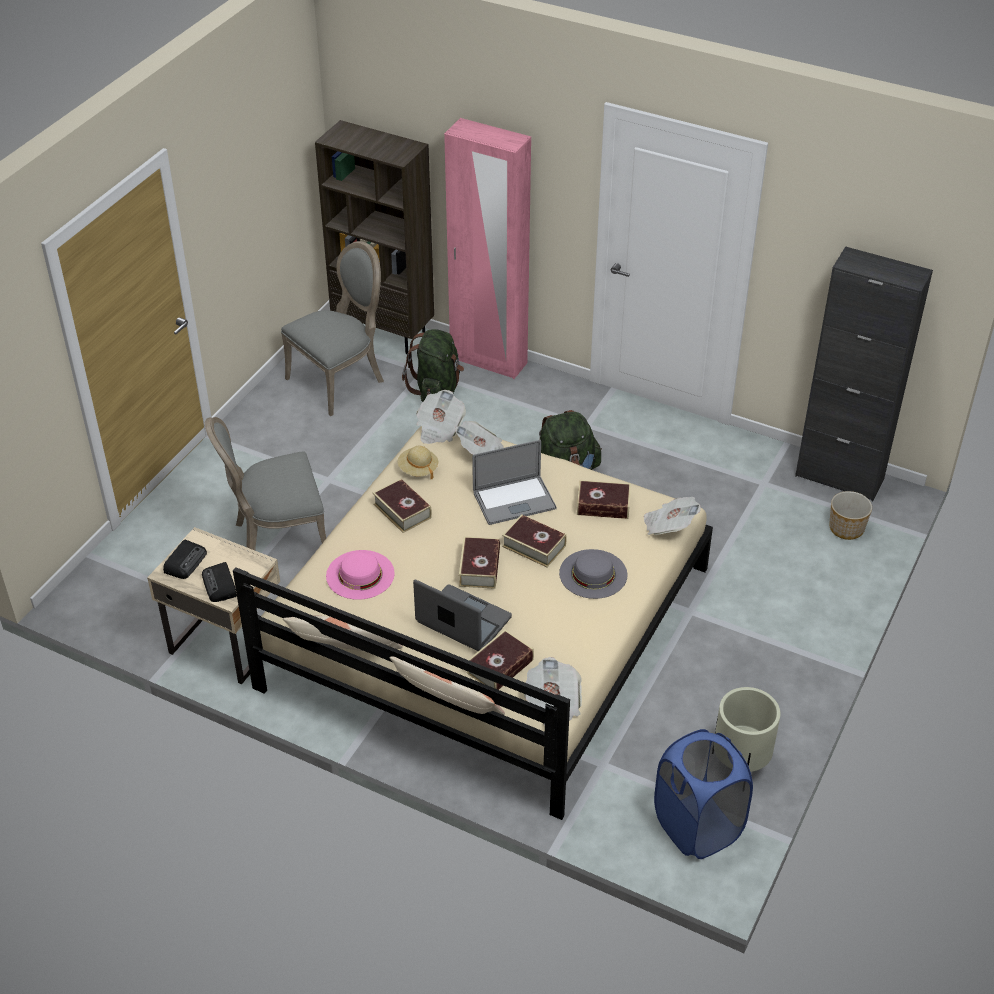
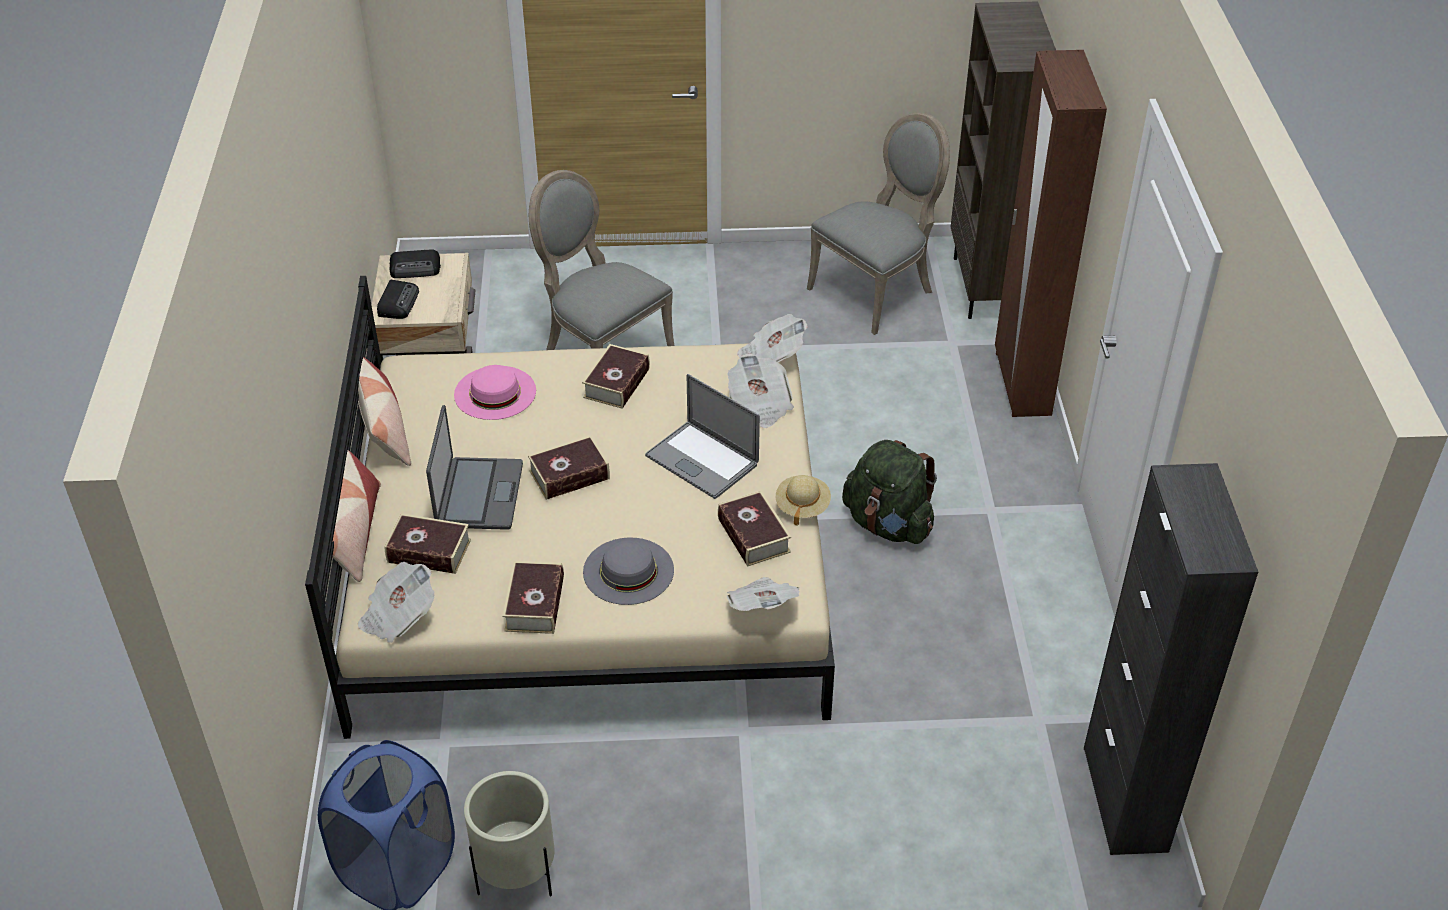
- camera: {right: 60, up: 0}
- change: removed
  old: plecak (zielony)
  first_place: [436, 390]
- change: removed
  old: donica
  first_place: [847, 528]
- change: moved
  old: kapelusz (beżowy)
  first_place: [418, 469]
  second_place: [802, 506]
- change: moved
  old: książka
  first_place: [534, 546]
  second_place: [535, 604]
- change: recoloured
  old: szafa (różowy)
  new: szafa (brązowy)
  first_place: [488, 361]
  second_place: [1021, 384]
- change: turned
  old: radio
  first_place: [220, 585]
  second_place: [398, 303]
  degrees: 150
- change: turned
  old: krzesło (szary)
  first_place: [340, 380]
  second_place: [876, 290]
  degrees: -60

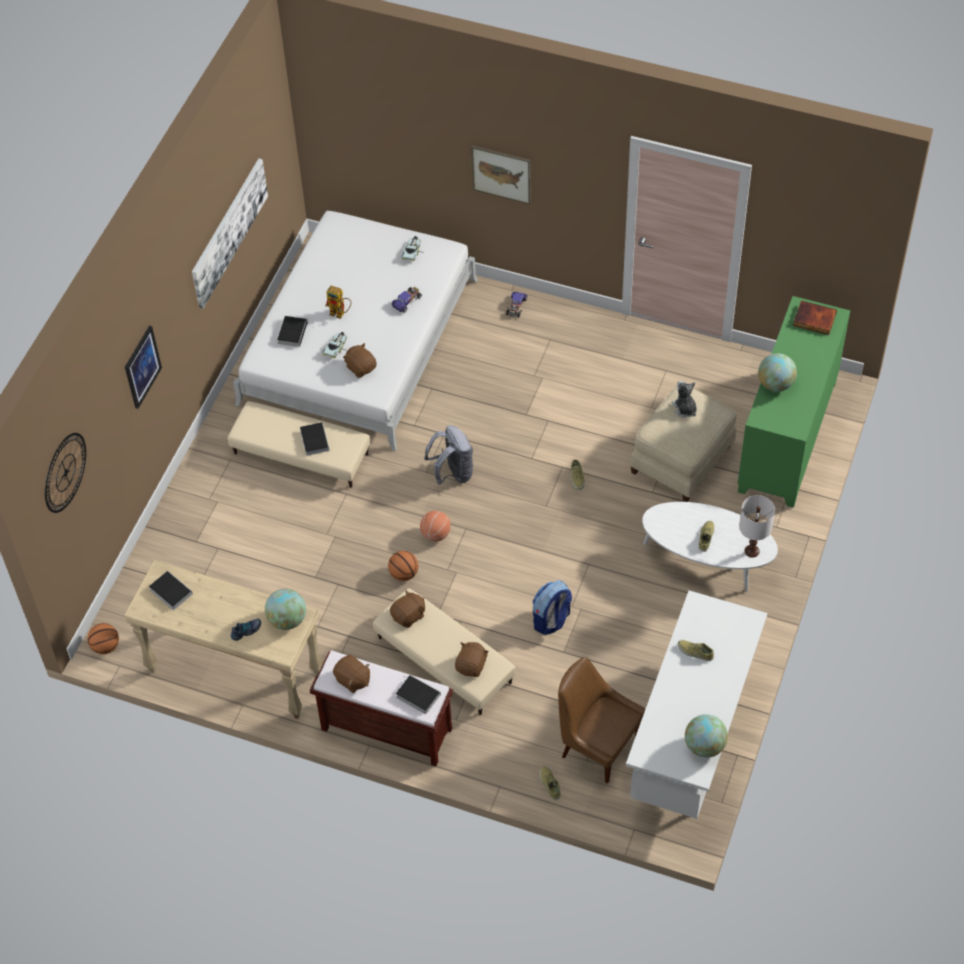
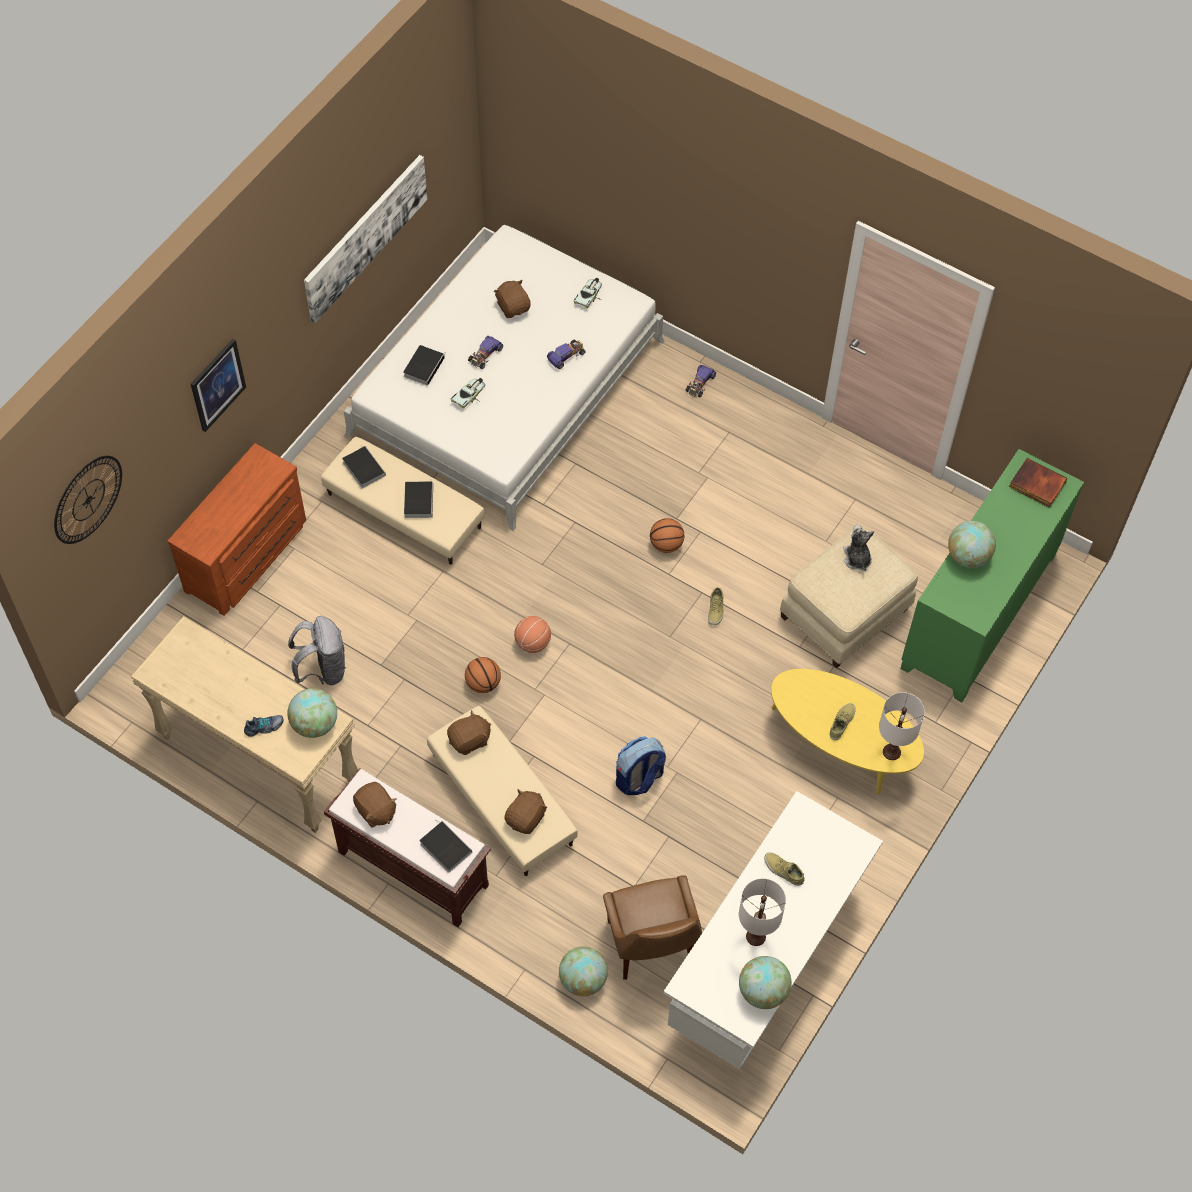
- camera: {right: 10, up: 5}
- change: removed
  old: obraz
  first_place: [501, 174]
- change: added
  new: komoda (brązowy)
  second_place: [248, 557]
- change: added
  new: lampa stołowa (biały)
  second_place: [756, 936]
- change: moved
  old: piłka do koszykówki
  first_place: [105, 646]
  second_place: [666, 544]
- change: moved
  old: książka
  first_place: [170, 591]
  second_place: [363, 468]
- change: moved
  old: pluszak (brązowy)
  first_place: [361, 367]
  second_place: [513, 307]
- change: moved
  old: plecak (szary)
  first_place: [452, 473]
  second_place: [323, 669]
- change: replaced
  old: robot zabawkowy
  new: samochodzik
  first_place: [340, 313]
  second_place: [485, 354]
- change: replaced
  old: but (beżowy)
  new: globus
  first_place: [549, 784]
  second_place: [583, 980]
- change: recoloured
  old: ława (biały)
  new: ława (żółty)
  first_place: [706, 562]
  second_place: [840, 747]
- change: turned
  old: krzesło (brązowy)
  first_place: [597, 746]
  second_place: [651, 945]
  degrees: -150

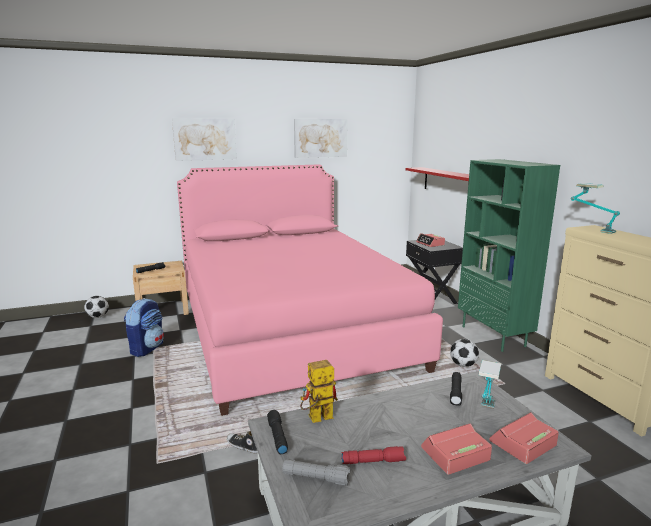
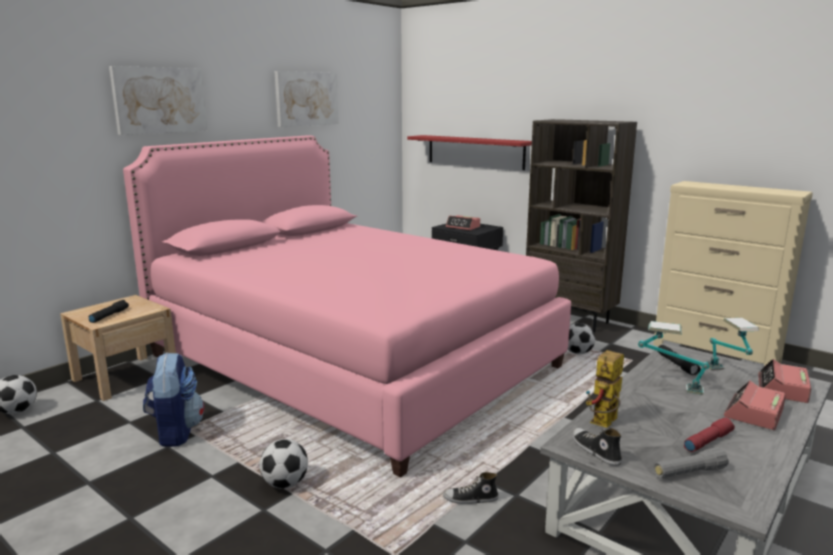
- camera: {right: -30, up: 0}
- change: added
  new: piłka futbolowa
  second_place: [285, 484]
- change: moved
  old: lampa stołowa
  first_place: [590, 229]
  second_place: [669, 386]
- change: replaced
  old: latarka (czarny)
  new: but
  first_place: [277, 436]
  second_place: [595, 451]
- change: recoloured
  old: regał (zielony)
  new: regał (brązowy)
  first_place: [494, 336]
  second_place: [570, 319]

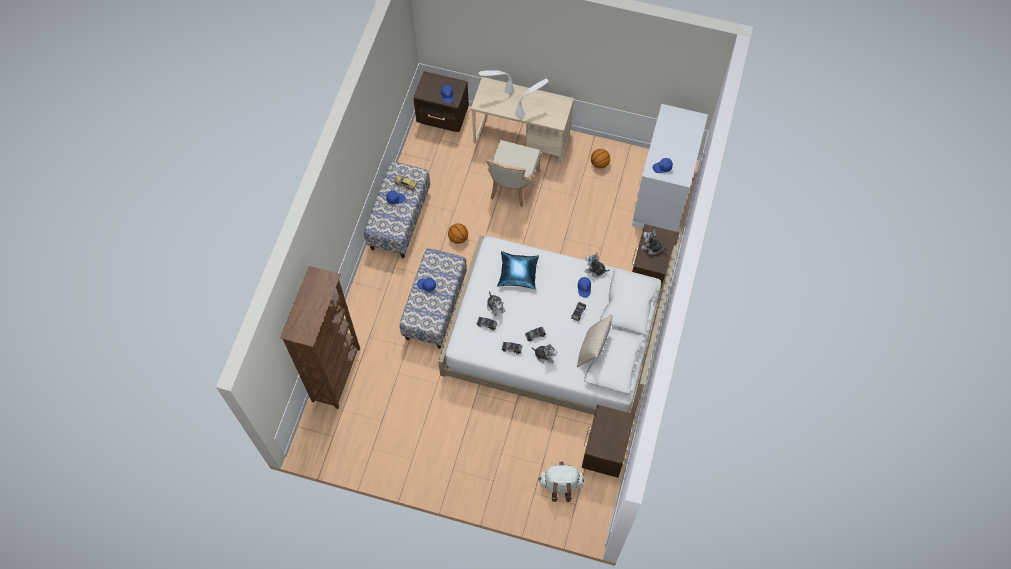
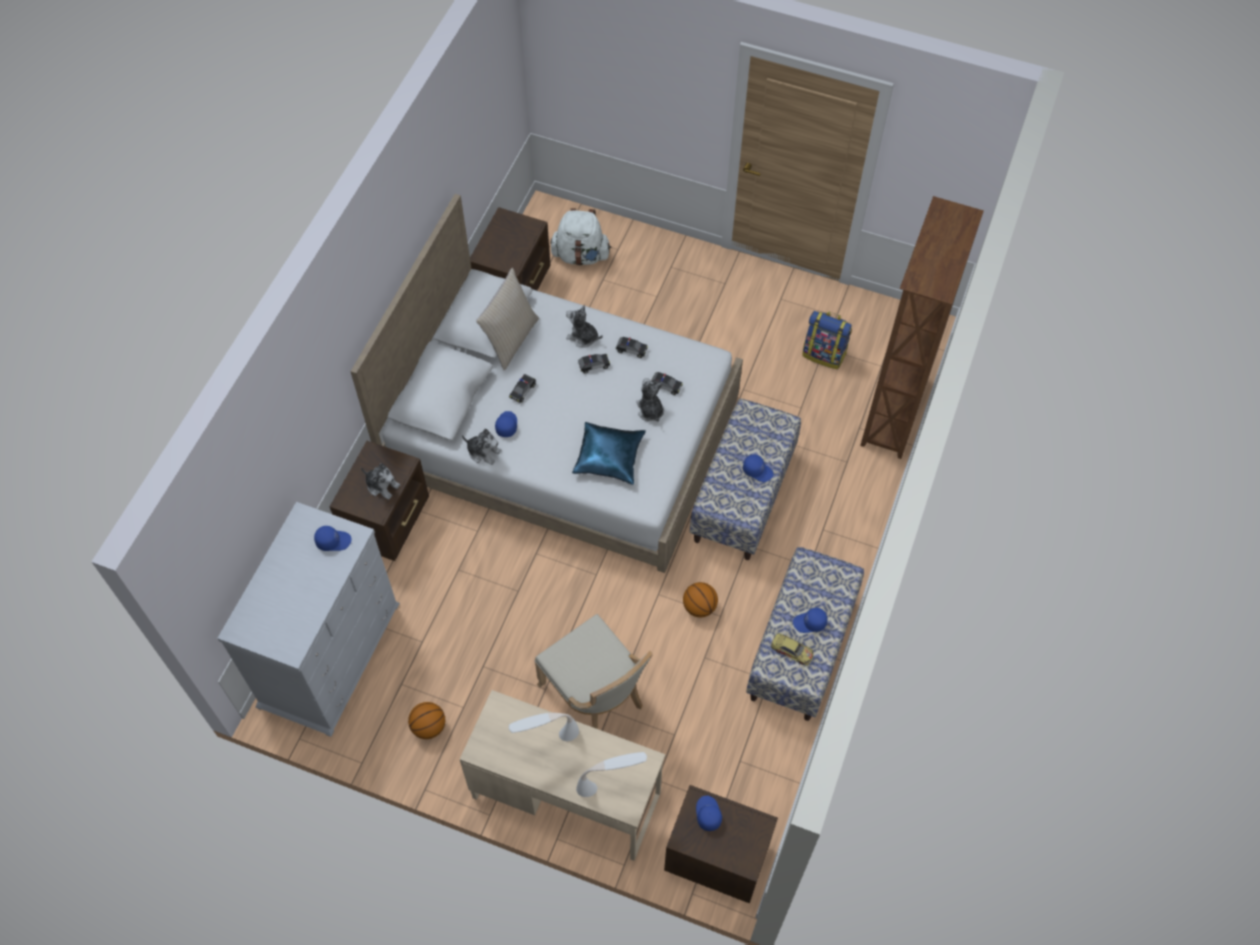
- camera: {right: -175, up: -5}
- change: added
  new: plecak
  second_place: [824, 354]
- change: turned
  old: krzesło (beżowy)
  first_place: [512, 186]
  second_place: [596, 696]
  degrees: 120

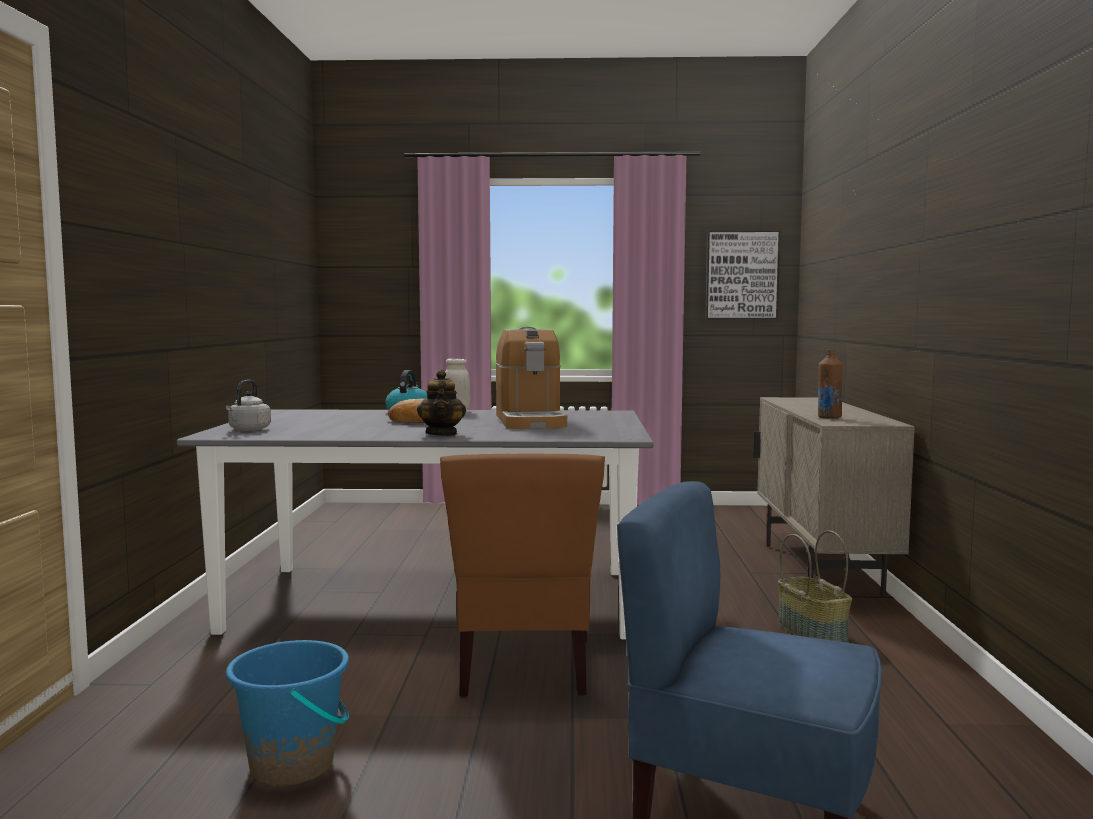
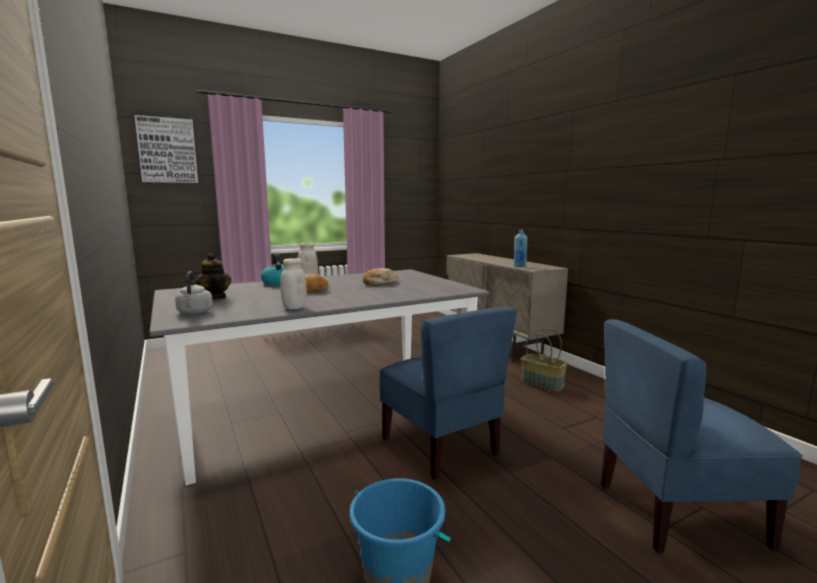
- camera: {right: -30, up: 5}
- change: added
  new: słoik (biały)
  second_place: [294, 307]
- change: moved
  old: imbryk
  first_place: [442, 434]
  second_place: [215, 297]
- change: moved
  old: obraz
  first_place: [741, 275]
  second_place: [167, 150]
- change: replaced
  old: ekspres do kawy
  new: chleb
  first_place: [530, 421]
  second_place: [380, 283]
- change: recoloured
  old: krzesło (brązowy)
  new: krzesło (niebieski)
  first_place: [523, 668]
  second_place: [441, 446]
- change: recoloured
  old: butelka (brązowy)
  new: butelka (niebieski)
  first_place: [829, 417]
  second_place: [519, 266]

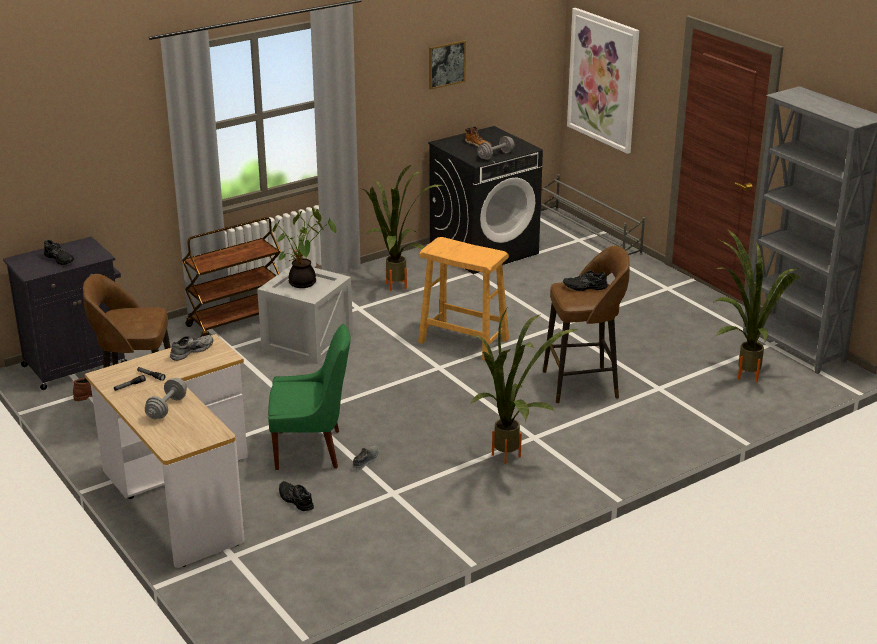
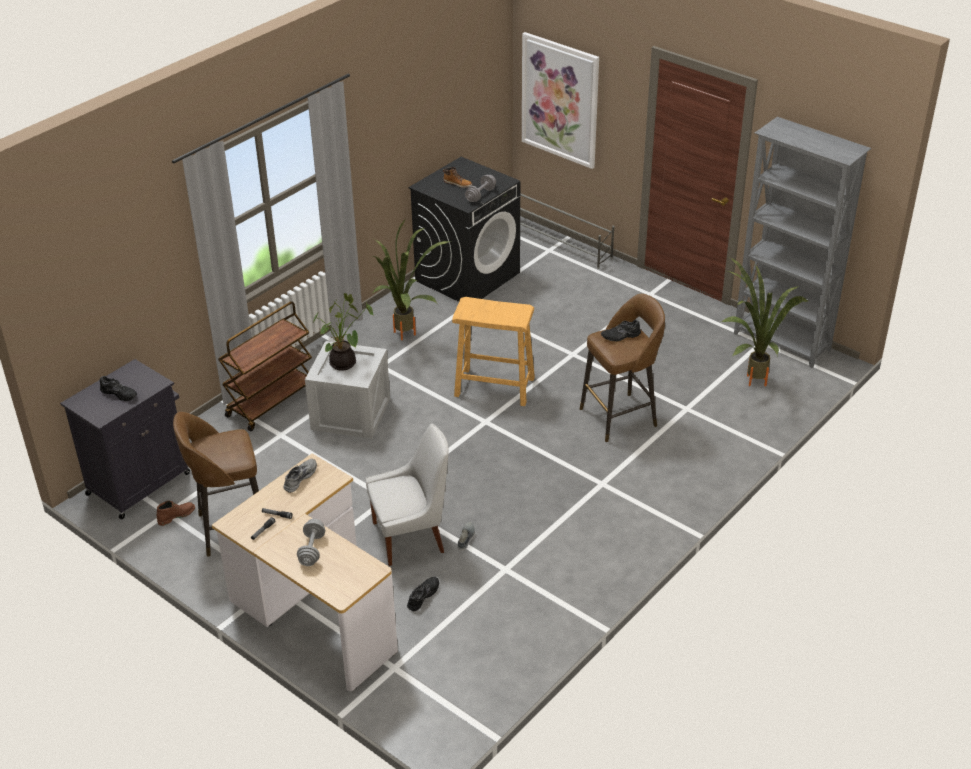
- camera: {right: -15, up: 10}
- change: removed
  old: obraz
  first_place: [446, 64]
- change: removed
  old: roślina doniczkowa
  first_place: [509, 460]
- change: recoloured
  old: krzesło (zielony)
  new: krzesło (biały)
  first_place: [311, 450]
  second_place: [411, 537]
- change: turned
  old: but (czarny)
  first_place: [295, 500]
  second_place: [422, 595]
  degrees: 90

